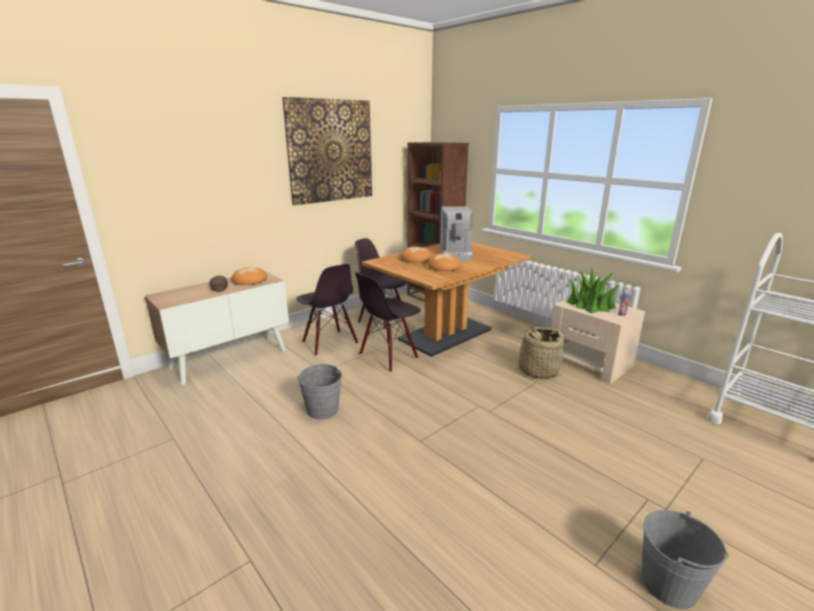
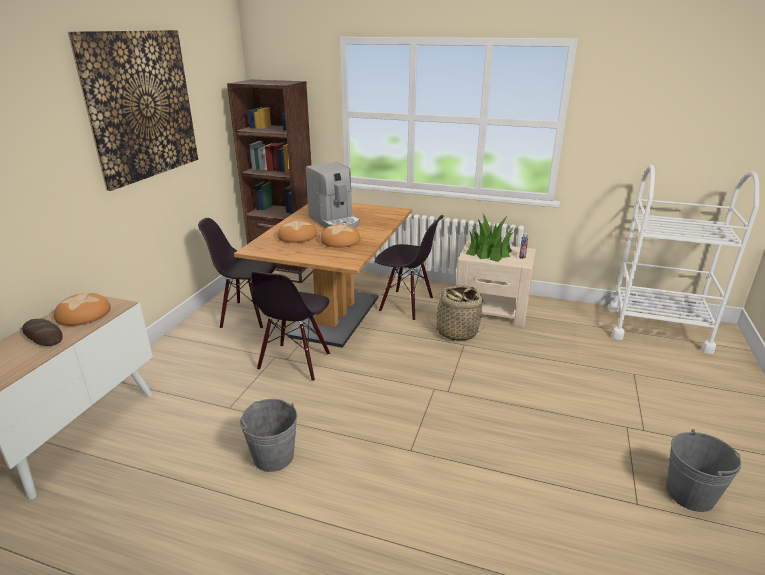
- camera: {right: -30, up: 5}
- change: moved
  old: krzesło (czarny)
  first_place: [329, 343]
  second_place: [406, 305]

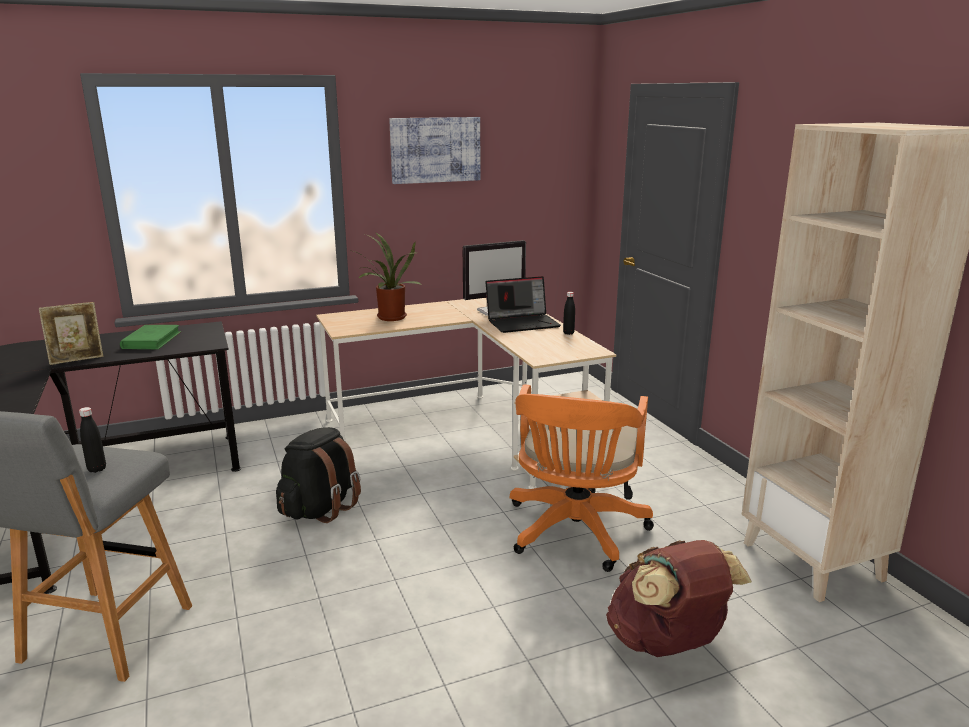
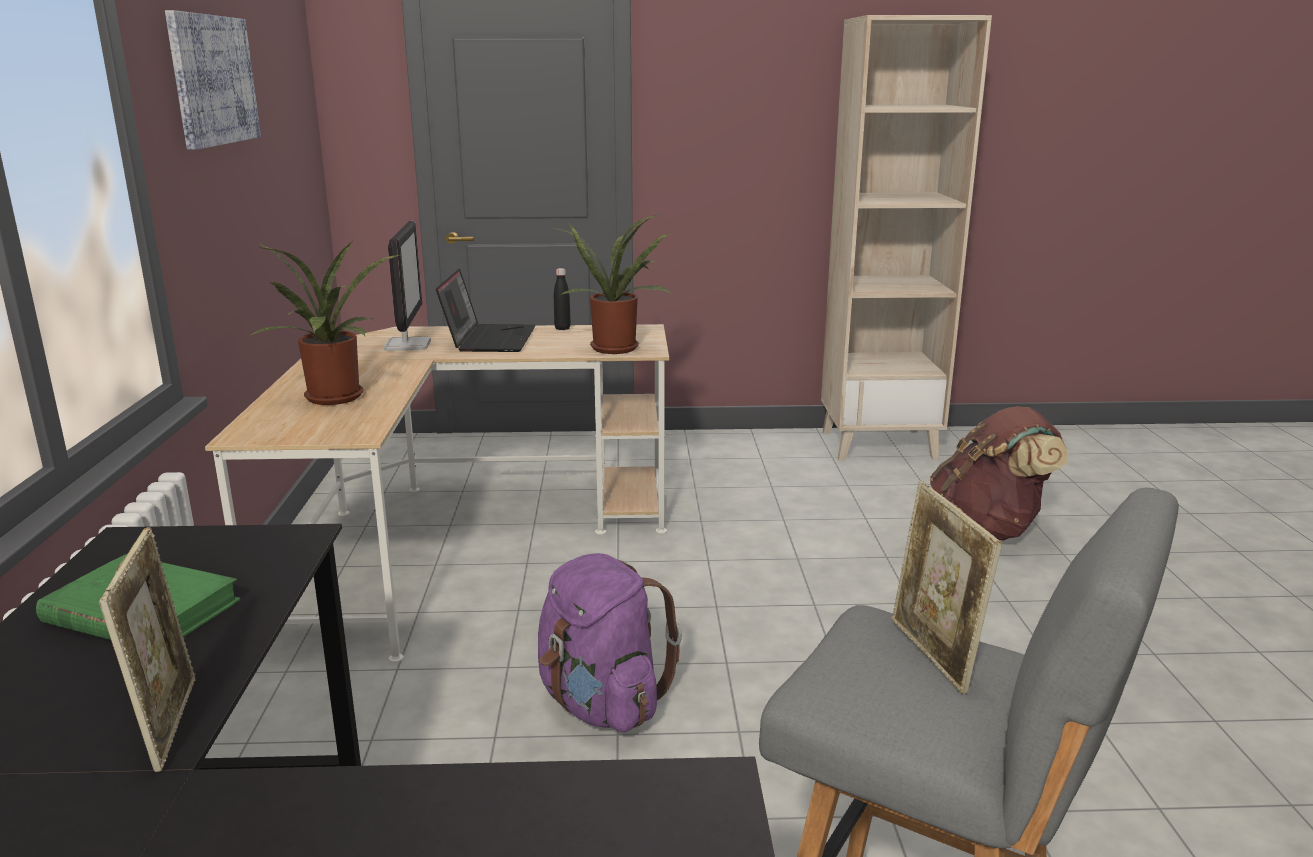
- camera: {right: -70, up: 0}
- change: removed
  old: krzesło biurowe (pomarańczowy)
  first_place: [574, 533]
- change: added
  new: roślina doniczkowa
  second_place: [616, 347]
- change: replaced
  old: butelka (czarny)
  new: ramka na zdjęcie
  first_place: [97, 469]
  second_place: [933, 655]
- change: recoloured
  old: plecak (czarny)
  new: plecak (fioletowy)
  first_place: [320, 509]
  second_place: [601, 704]

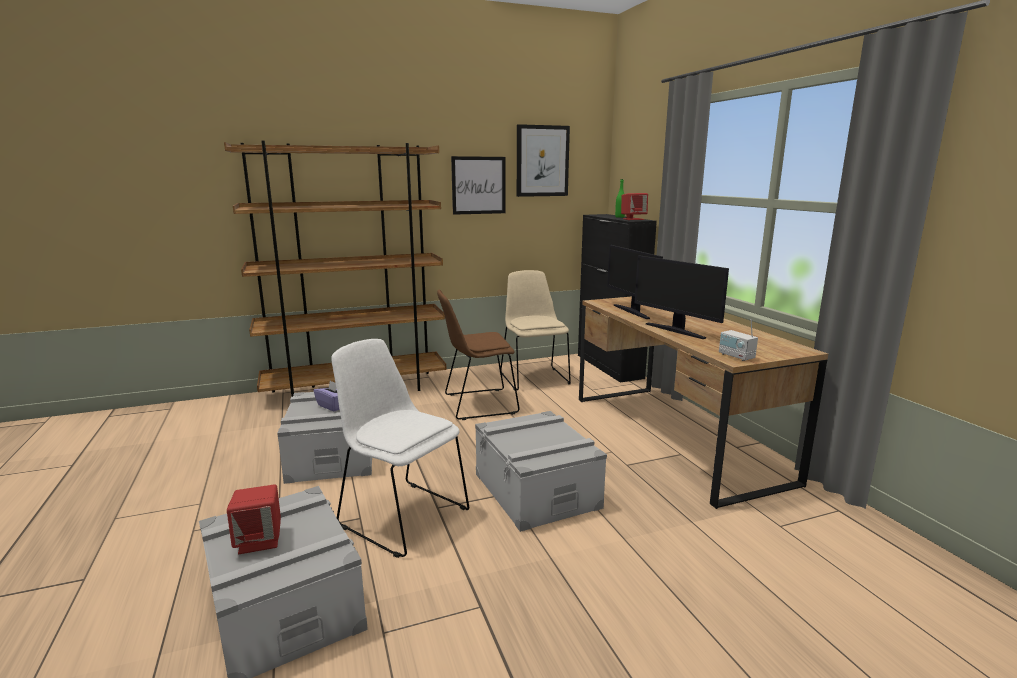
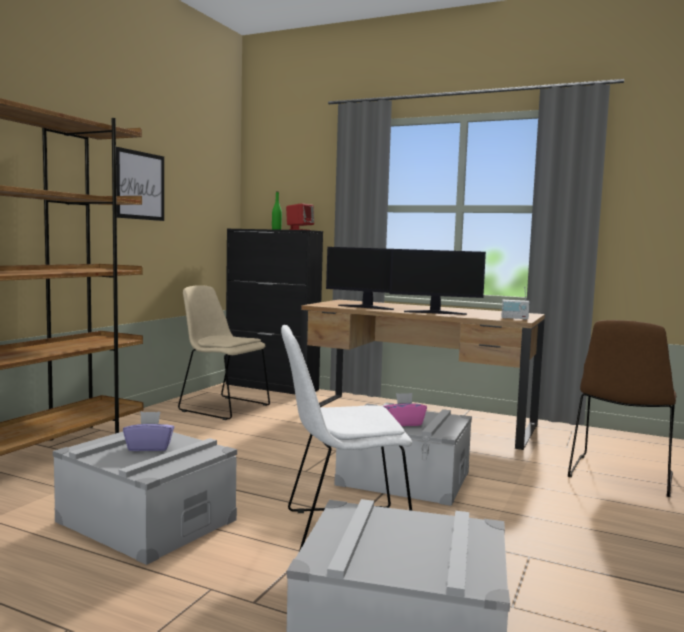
- camera: {right: -45, up: -10}
- change: removed
  old: głośnik (czerwony)
  first_place: [260, 541]
- change: removed
  old: obraz
  first_place: [542, 161]
- change: added
  new: pudełko chusteczek (różowy)
  second_place: [403, 423]
- change: moved
  old: krzesło (brązowy)
  first_place: [477, 404]
  second_place: [620, 477]

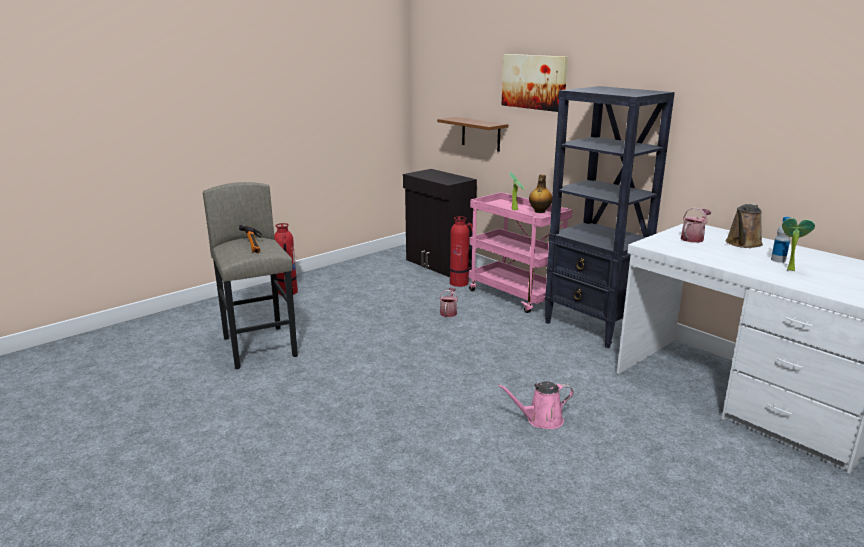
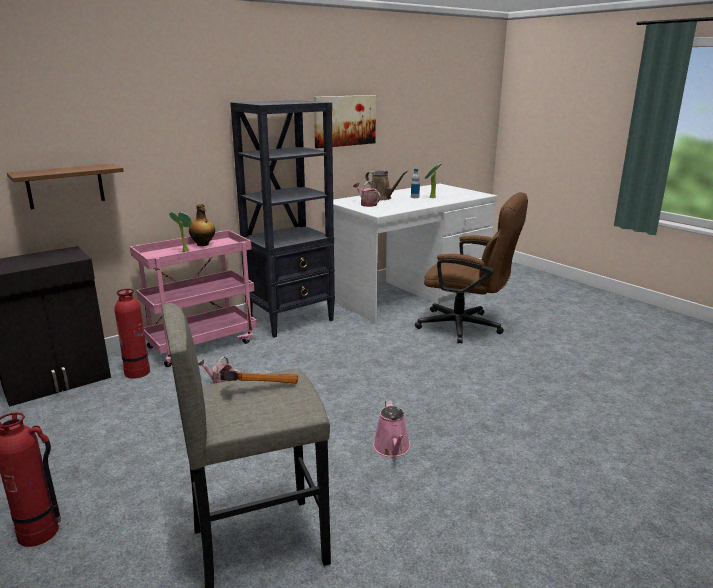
- camera: {right: -85, up: 0}
- change: added
  new: krzesło biurowe (brązowy)
  second_place: [467, 327]
- change: moved
  old: konewka (różowy)
  first_place: [541, 420]
  second_place: [392, 448]
- change: moved
  old: obraz
  first_place: [534, 82]
  second_place: [344, 120]

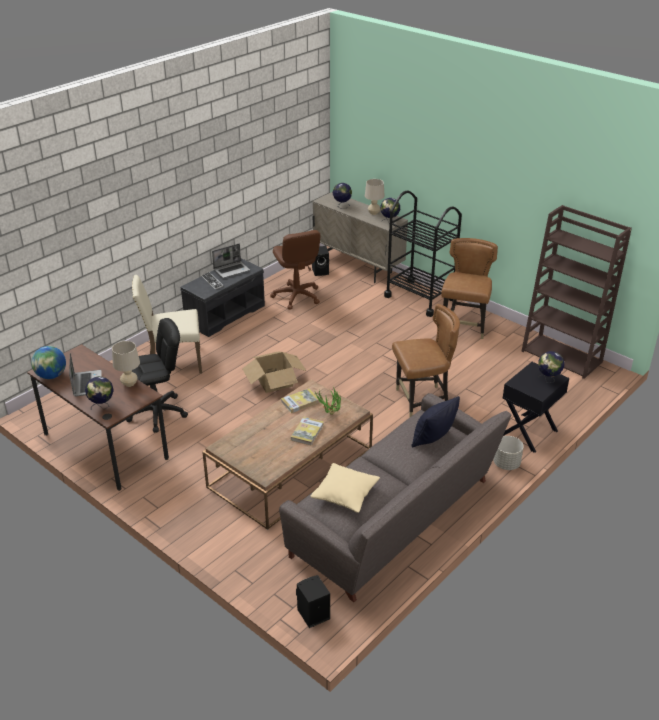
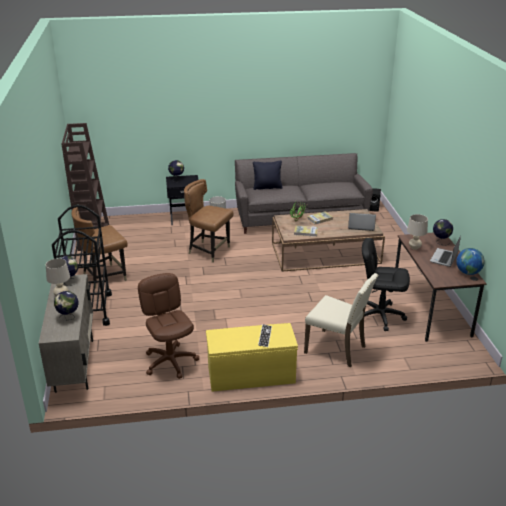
- camera: {right: -140, up: -5}
- change: removed
  old: karton
  first_place: [275, 381]
- change: removed
  old: poduszka (beżowy)
  first_place: [345, 494]
- change: removed
  old: głośnik (czarny)
  first_place: [321, 271]
- change: moved
  old: laptop
  first_place: [232, 270]
  second_place: [360, 226]
- change: recoloured
  old: ławka (szary)
  new: ławka (żółty)
  first_place: [225, 314]
  second_place: [250, 375]
- change: turned
  old: krzesło biurowe (brązowy)
  first_place: [296, 296]
  second_place: [170, 361]
  degrees: -45

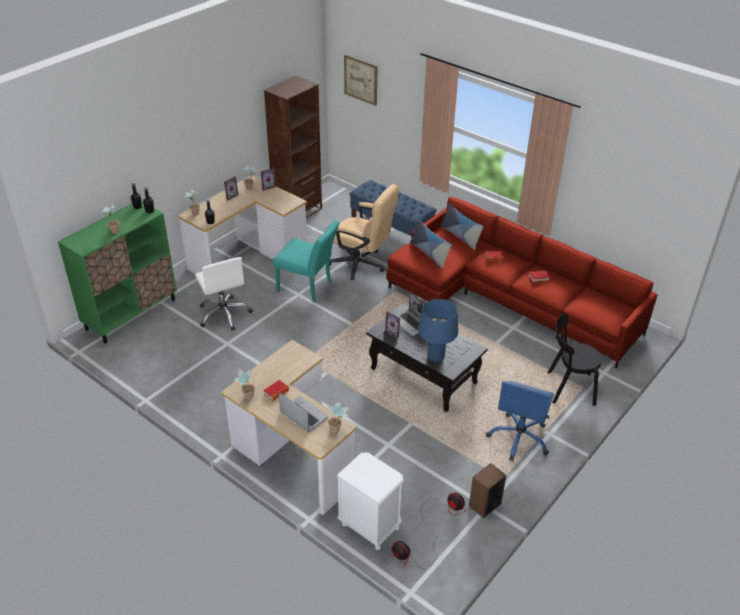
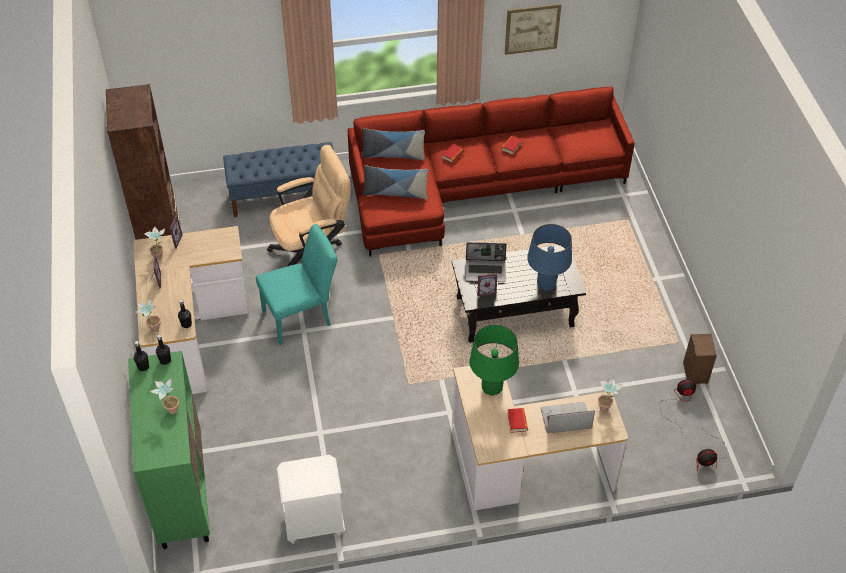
- camera: {right: -50, up: 10}
- change: removed
  old: krzesło biurowe (biały)
  first_place: [224, 314]
- change: removed
  old: roślina doniczkowa
  first_place: [247, 398]
- change: removed
  old: krzesło biurowe (niebieski)
  first_place: [519, 438]
- change: removed
  old: krzesło (czarny)
  first_place: [568, 388]
- change: added
  new: lampa stołowa (zielony)
  second_place: [492, 387]
- change: moved
  old: szafka nocna (biały)
  first_place: [369, 526]
  second_place: [313, 523]
- change: moved
  old: obraz
  first_place: [361, 79]
  second_place: [532, 28]

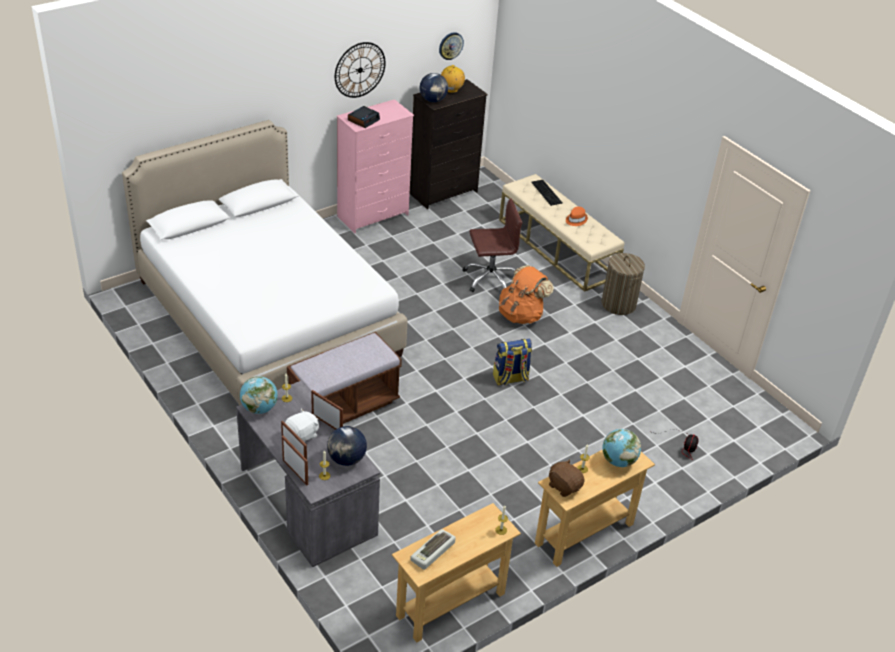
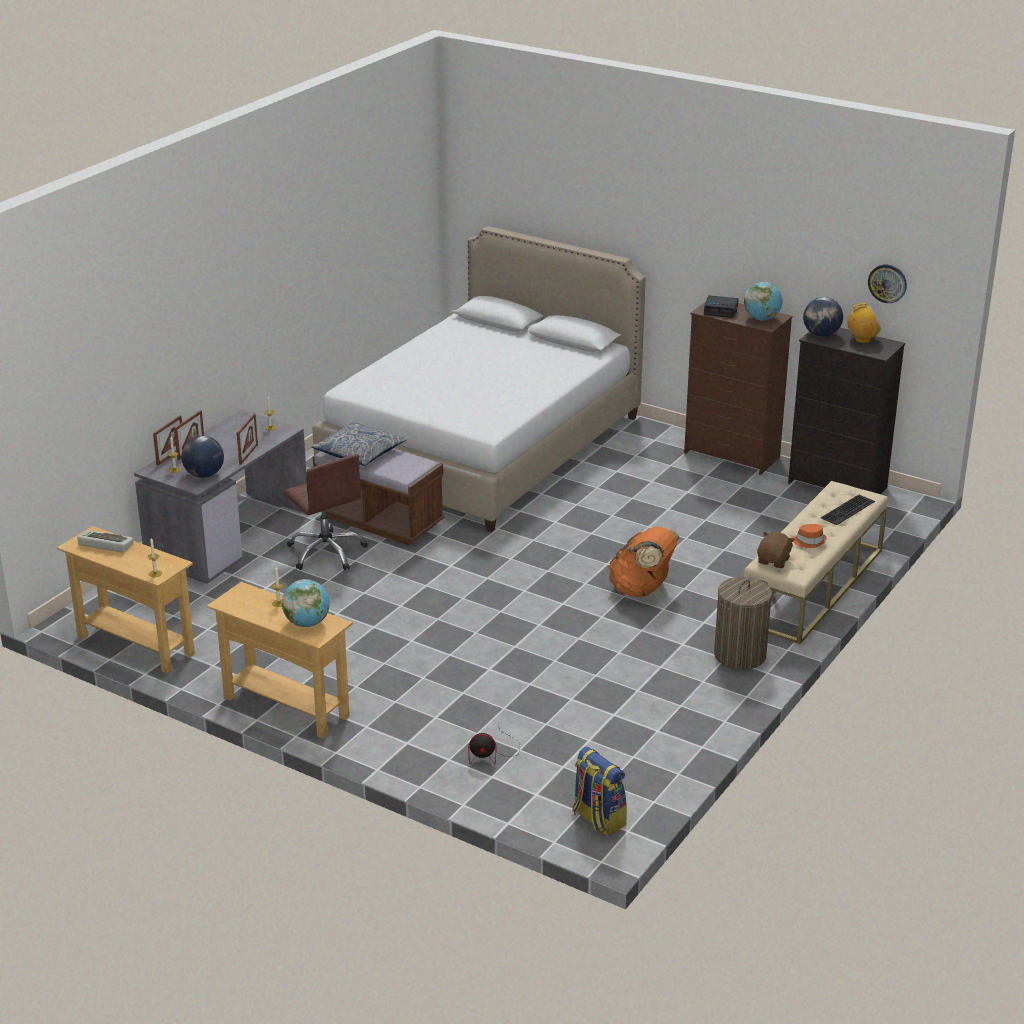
- camera: {right: 70, up: -10}
- change: removed
  old: pluszak (biały)
  first_place: [302, 435]
- change: removed
  old: zegar ścienny
  first_place: [360, 70]
- change: added
  new: poduszka
  second_place: [359, 453]
- change: moved
  old: globus
  first_place: [259, 408]
  second_place: [762, 319]
- change: moved
  old: krzesło biurowe (brązowy)
  first_place: [490, 278]
  second_place: [326, 552]
- change: moved
  old: plecak
  first_place: [510, 379]
  second_place: [597, 819]
- change: moved
  old: pluszak (brązowy)
  first_place: [564, 486]
  second_place: [774, 561]
- change: recoloured
  old: komoda (różowy)
  new: komoda (brązowy)
  first_place: [374, 216]
  second_place: [732, 455]

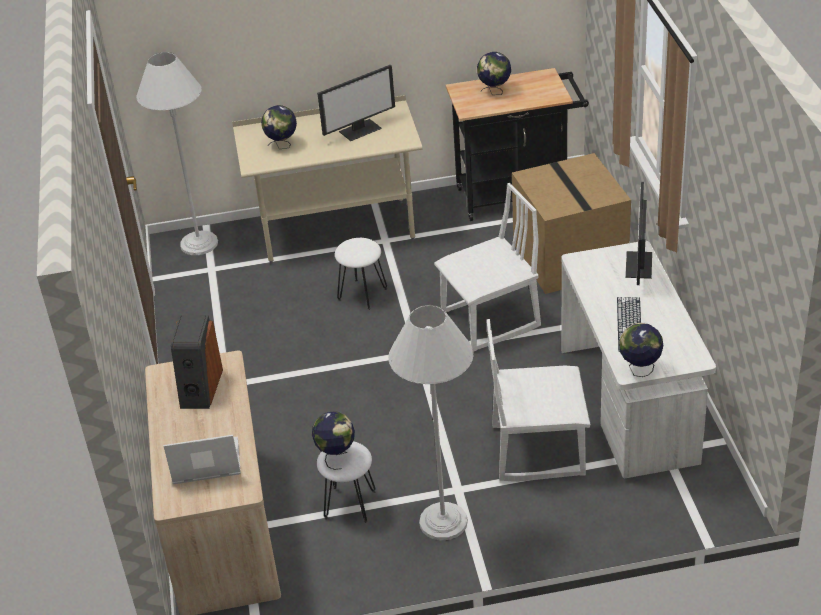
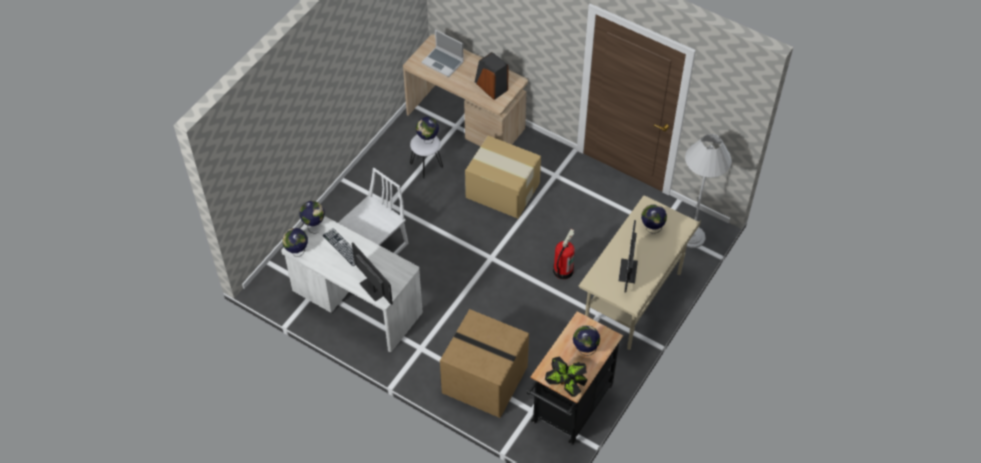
- camera: {right: 130, up: 15}
- change: removed
  old: lampa stojąca (biały)
  first_place: [443, 522]
- change: removed
  old: krzesło (biały)
  first_place: [490, 320]
- change: added
  new: globus
  second_place: [297, 252]
- change: added
  new: karton
  second_place: [503, 191]
- change: added
  new: roślina doniczkowa
  second_place: [566, 385]
- change: replaced
  old: stołek (biały)
  new: gaśnica
  first_place: [362, 294]
  second_place: [563, 270]
- change: turned
  old: laptop
  first_place: [205, 463]
  second_place: [443, 62]
  degrees: 90

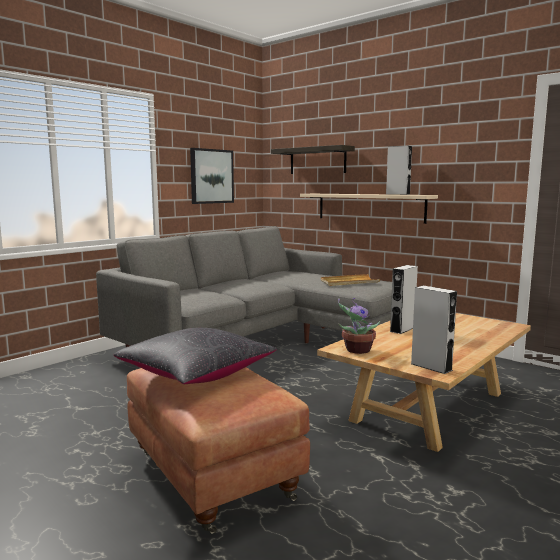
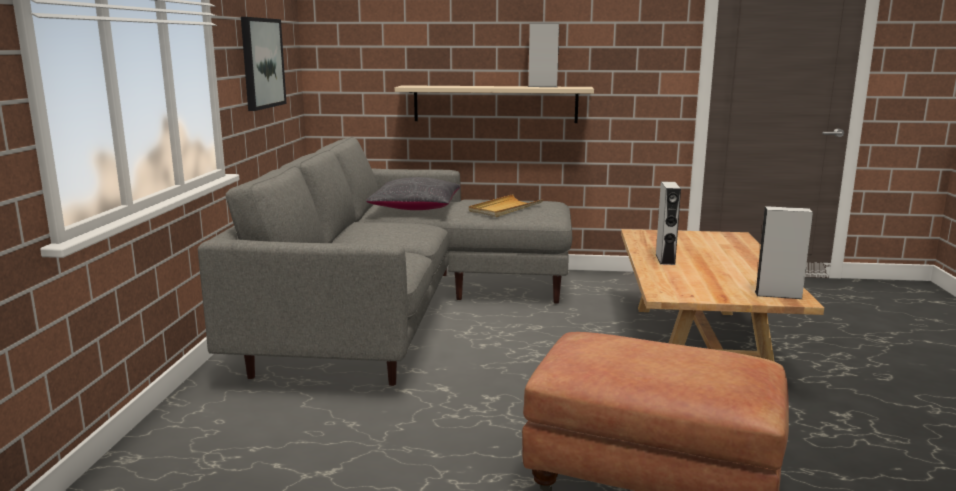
- camera: {right: -35, up: 5}
- change: removed
  old: półka
  first_place: [317, 160]
- change: removed
  old: roślina doniczkowa
  first_place: [356, 350]
- change: moved
  old: poduszka (czarny)
  first_place: [197, 372]
  second_place: [415, 208]

